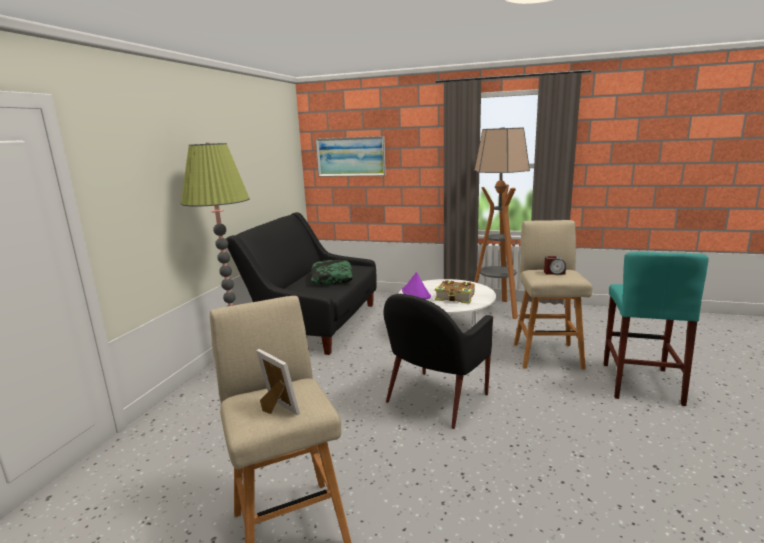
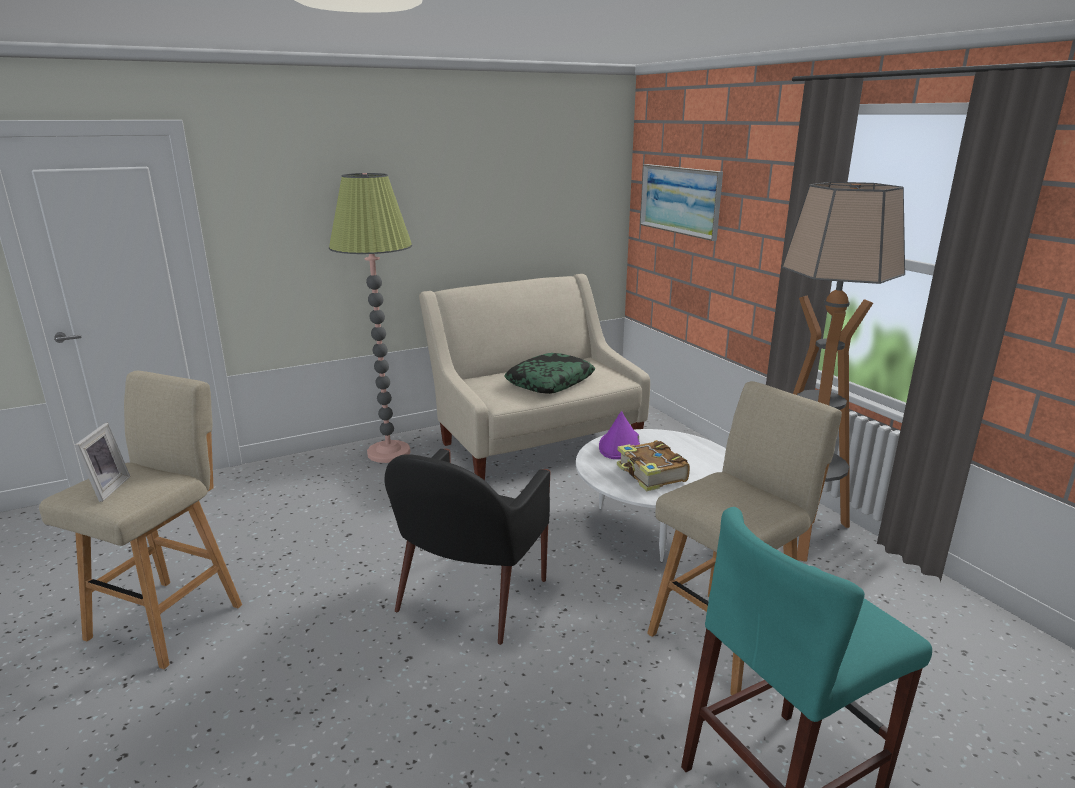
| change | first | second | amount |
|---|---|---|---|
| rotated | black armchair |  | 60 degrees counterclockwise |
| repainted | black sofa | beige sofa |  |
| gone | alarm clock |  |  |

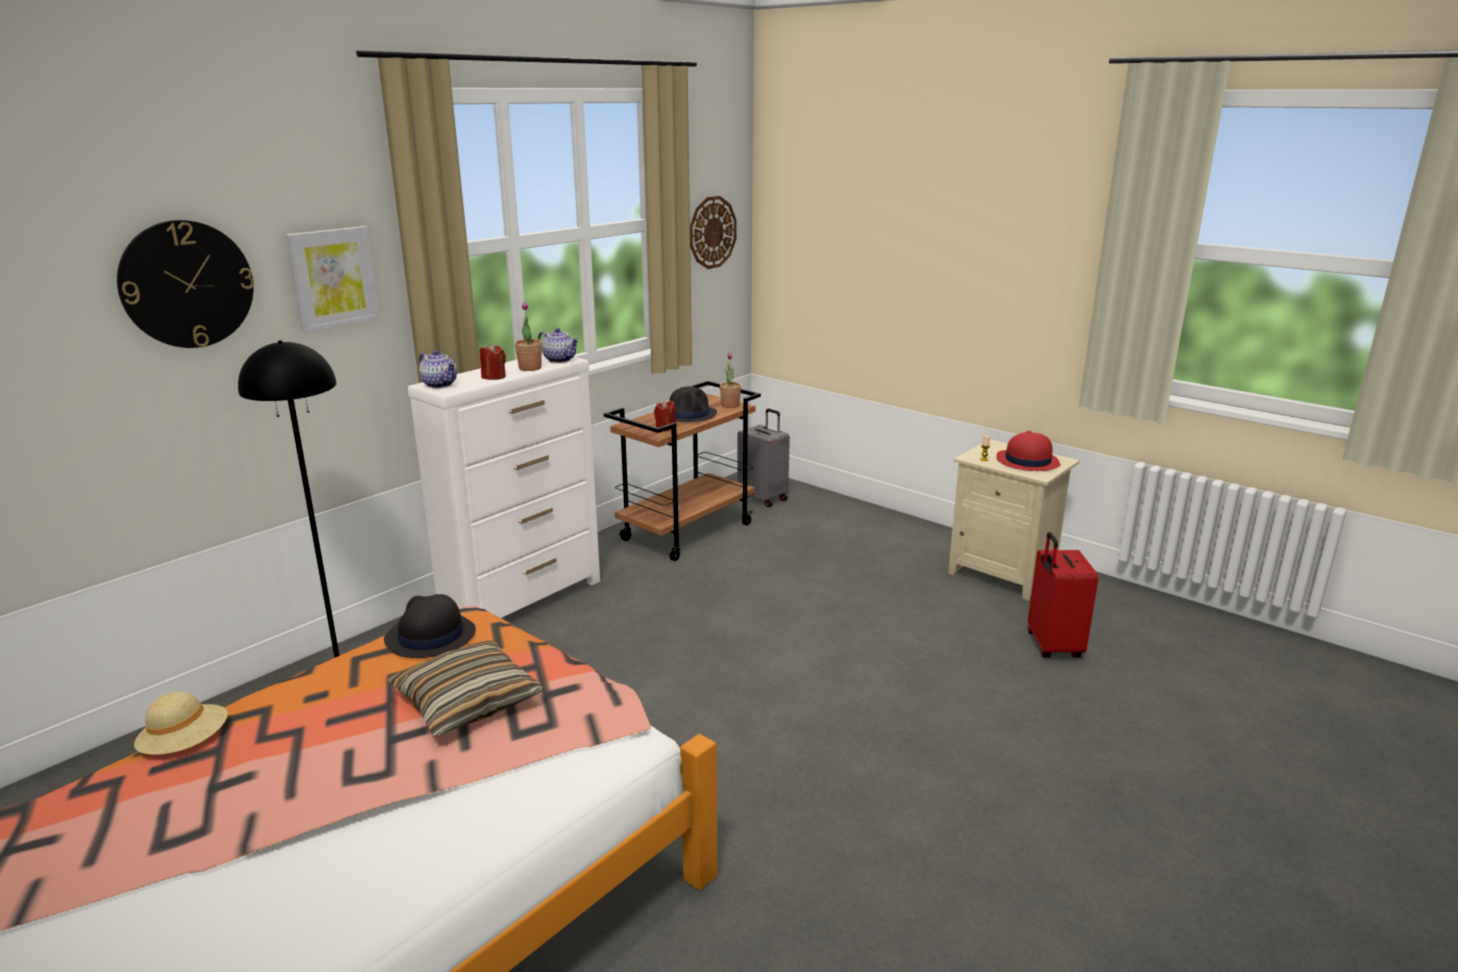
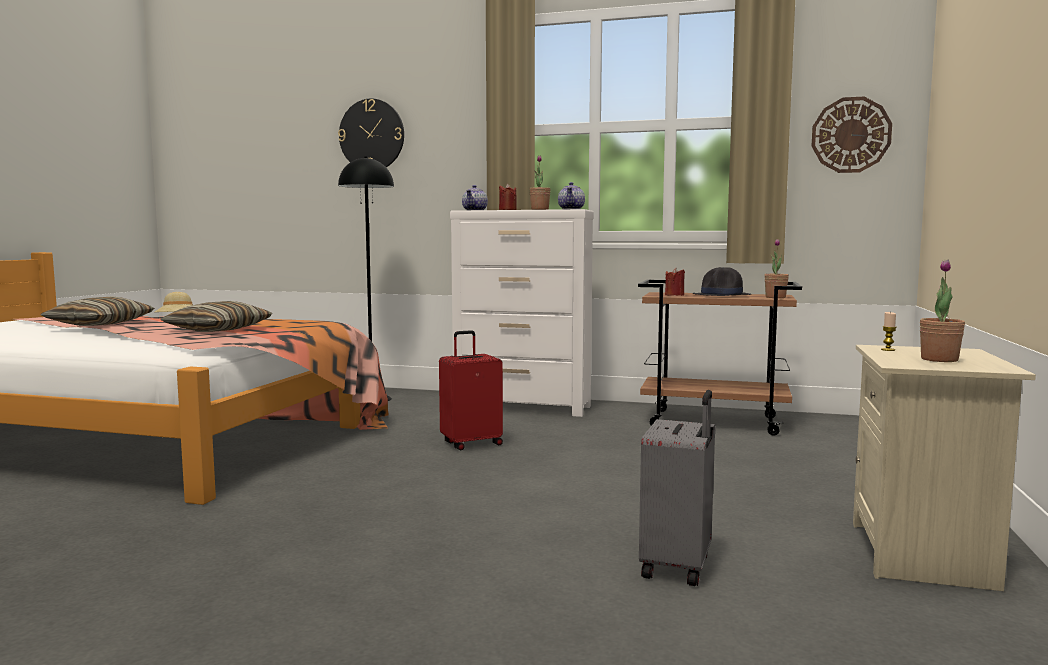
| change | first | second | amount |
|---|---|---|---|
| new |  | pillow (no. 1 from left) |  |
| shifted | red suitcase |  |  |
| shifted | grey suitcase |  |  |
| swapped | red hat | potted plant (no. 3 from left) |  |
| gone | picture |  |  |
| gone | black hat (no. 1 from left) |  |  |

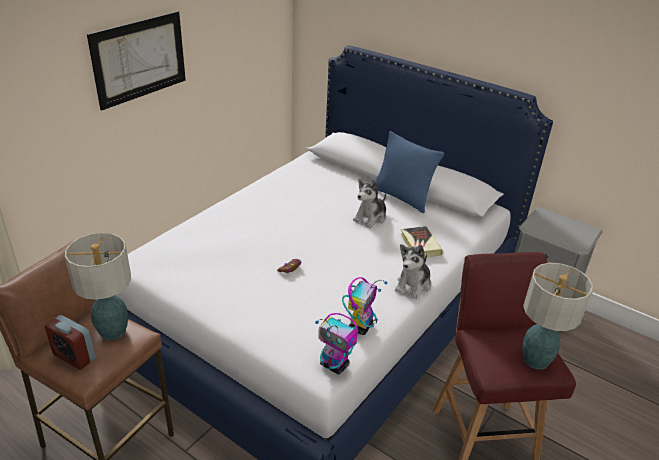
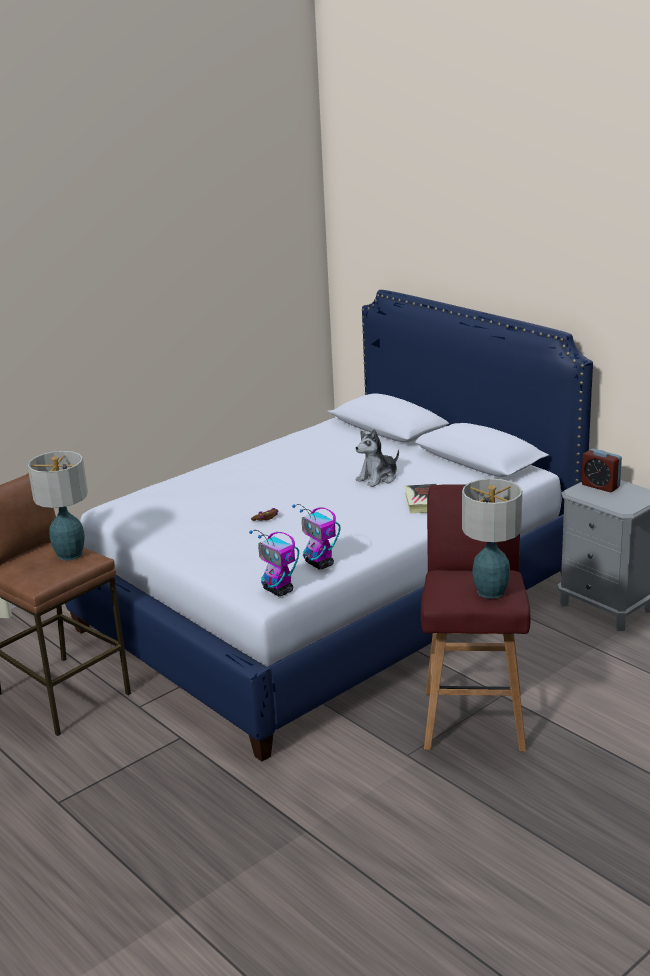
| change | first | second | amount |
|---|---|---|---|
| rotated | toy robot (no. 2 from left) |  | 105 degrees clockwise |
| shifted | alarm clock |  |  |
| gone | picture |  |  |
| gone | blue pillow |  |  |
| gone | plush toy (no. 2 from left) |  |  |

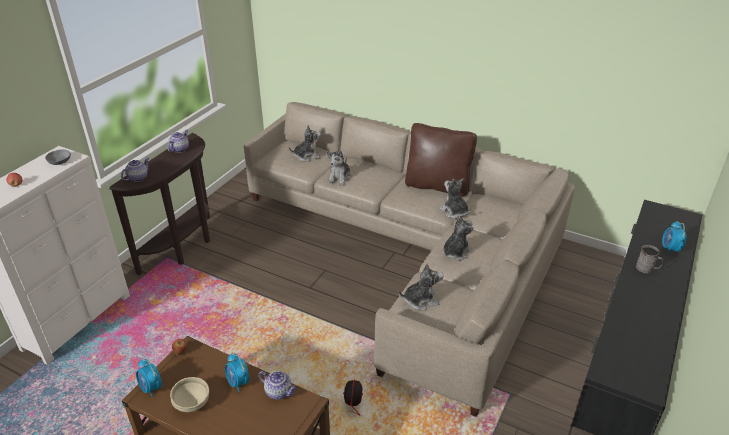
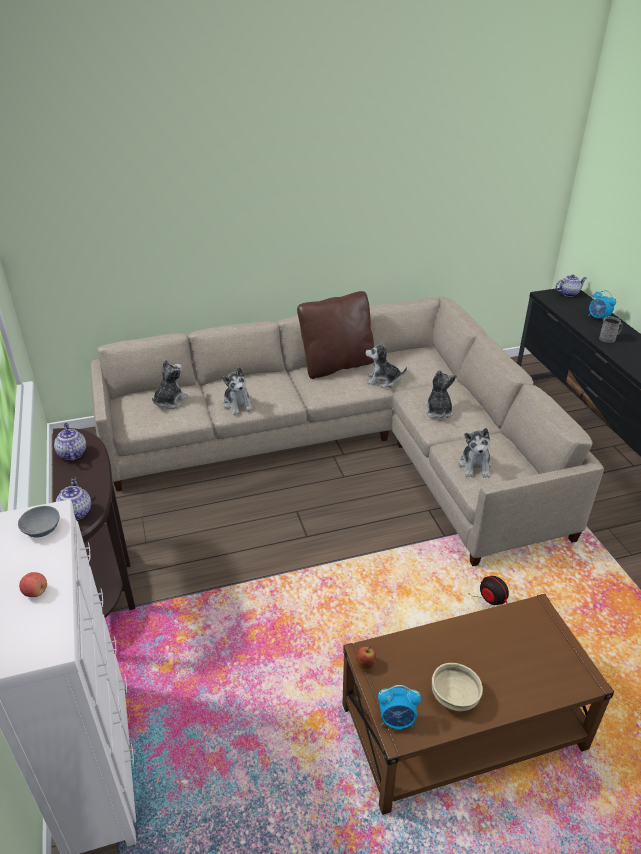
| change | first | second | amount |
|---|---|---|---|
| rotated | plush toy (no. 3 from left in the first image) | plush toy (no. 5 from left) | 150 degrees clockwise |
| shifted | teapot (no. 3 from left) |  |  |
| gone | alarm clock (no. 2 from left) |  |  |

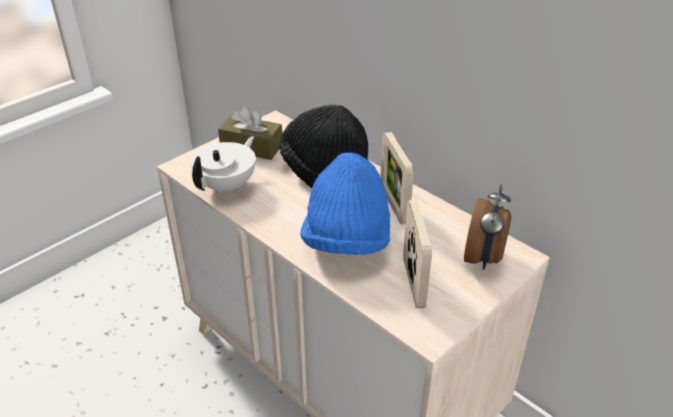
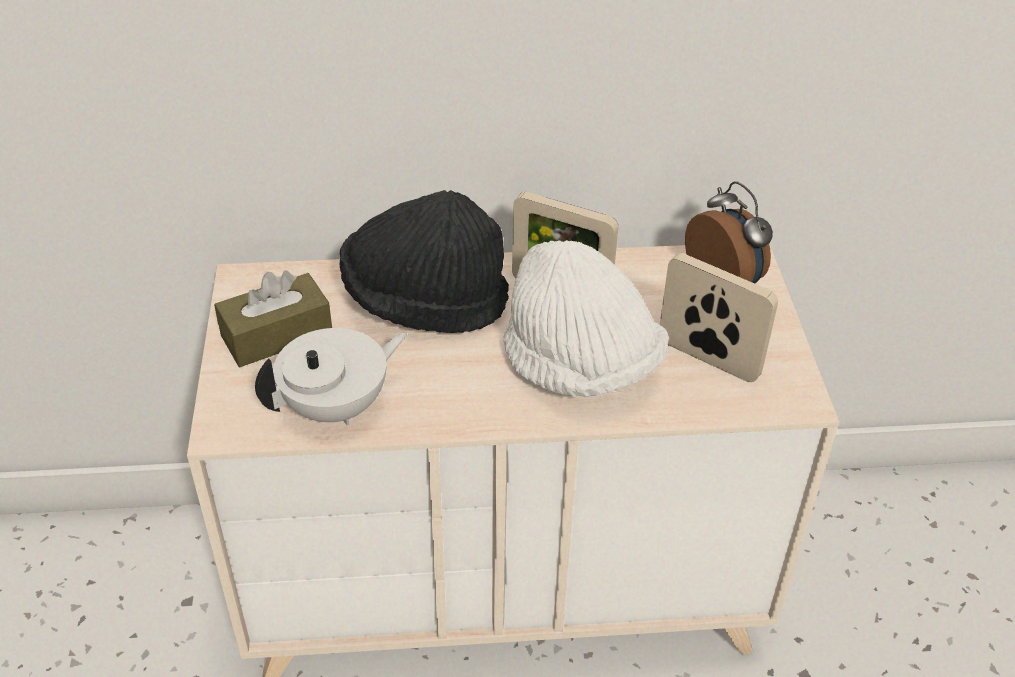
| change | first | second | amount |
|---|---|---|---|
| rotated | white teapot |  | 75 degrees clockwise |
| repainted | blue hat | white hat |  |

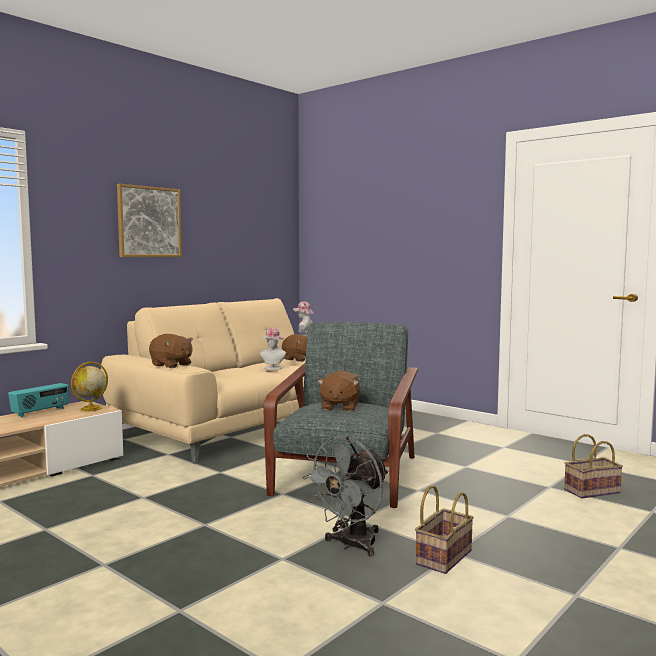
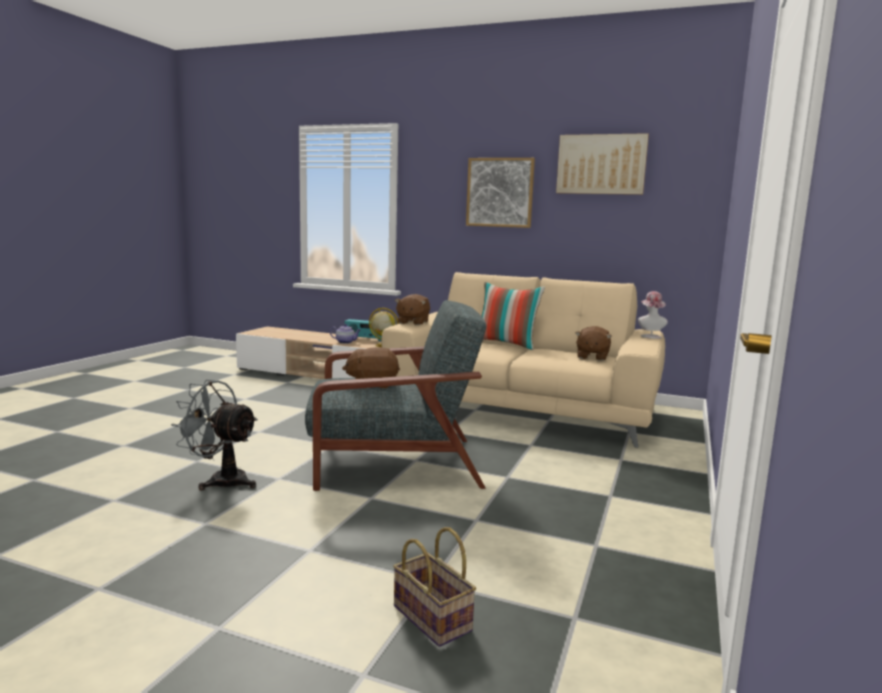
| change | first | second | amount |
|---|---|---|---|
| new |  | teapot |  |
| new |  | pillow |  |
| new |  | picture (no. 2 from left) |  |
| gone | hat (no. 1 from left) |  |  |
| gone | basket (no. 1 from left) |  |  |

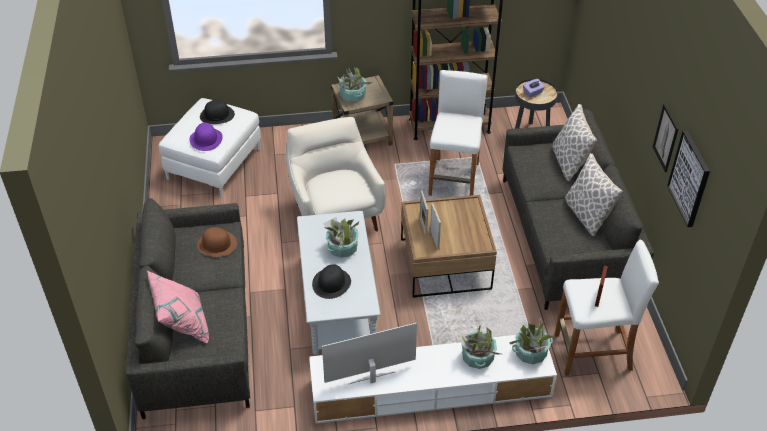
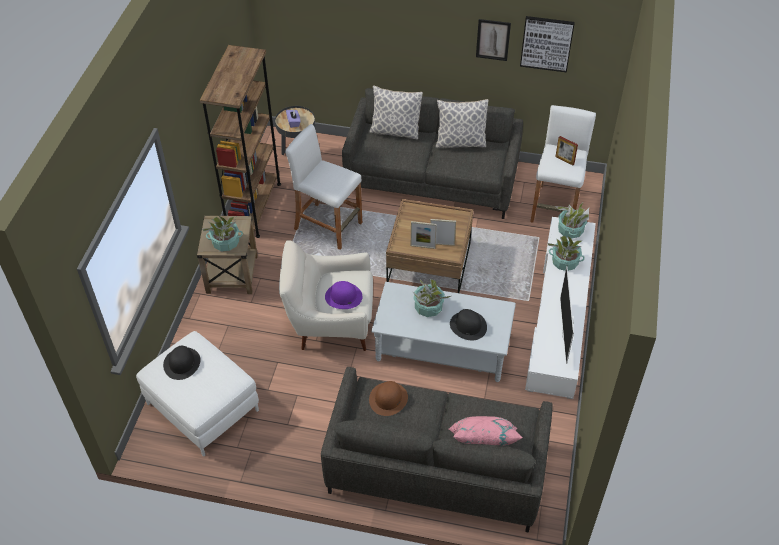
| change | first | second | amount |
|---|---|---|---|
| shifted | purple hat |  |  |

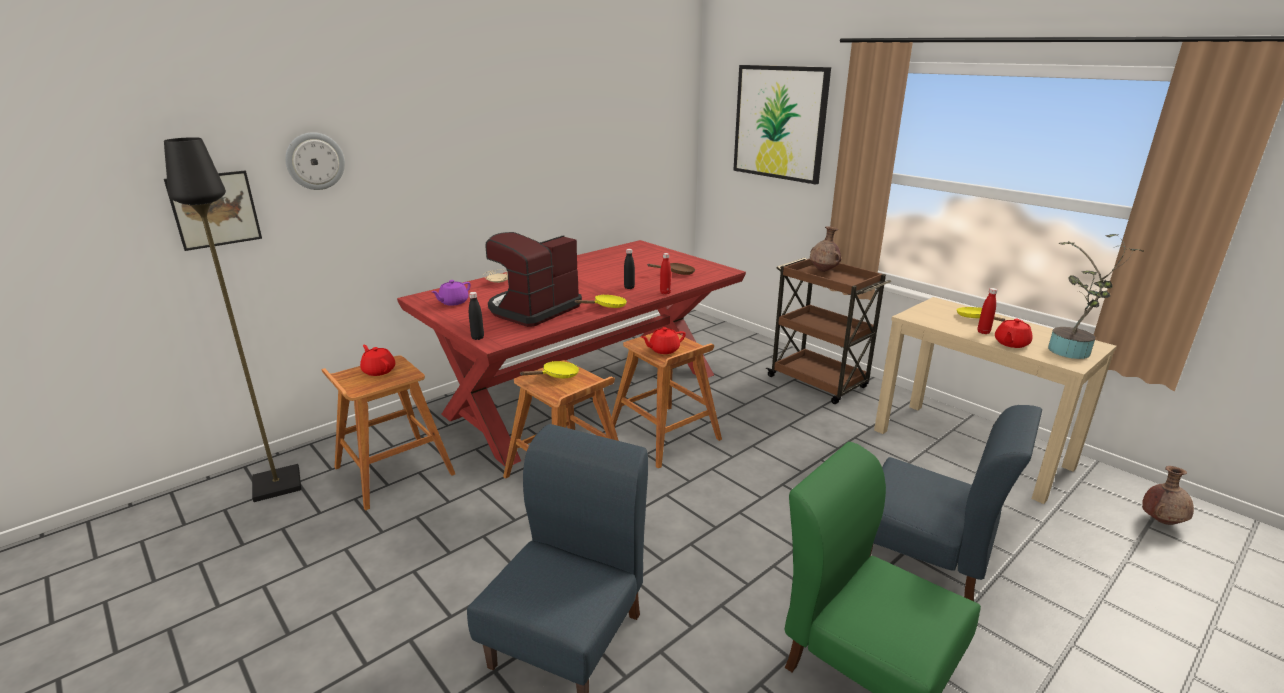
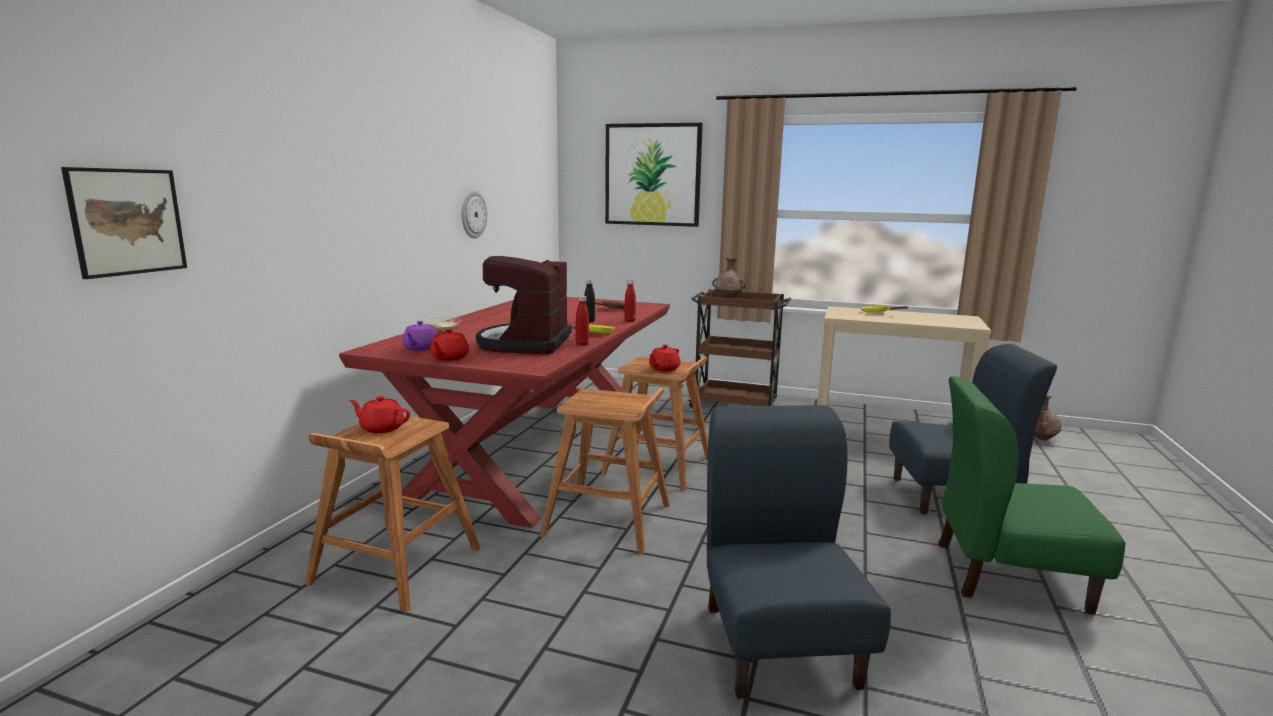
| change | first | second | amount |
|---|---|---|---|
| shifted | red teapot (no. 3 from left in the first image) | red teapot (no. 2 from left) |  |
| shifted | wall clock |  |  |
| shifted | red bottle (no. 2 from left in the first image) | red bottle (no. 1 from left) |  |
| gone | black floor lamp |  |  |
| gone | black bottle (no. 1 from left) |  |  |
| gone | yellow frying pan (no. 1 from left) |  |  |
| gone | potted plant |  |  |

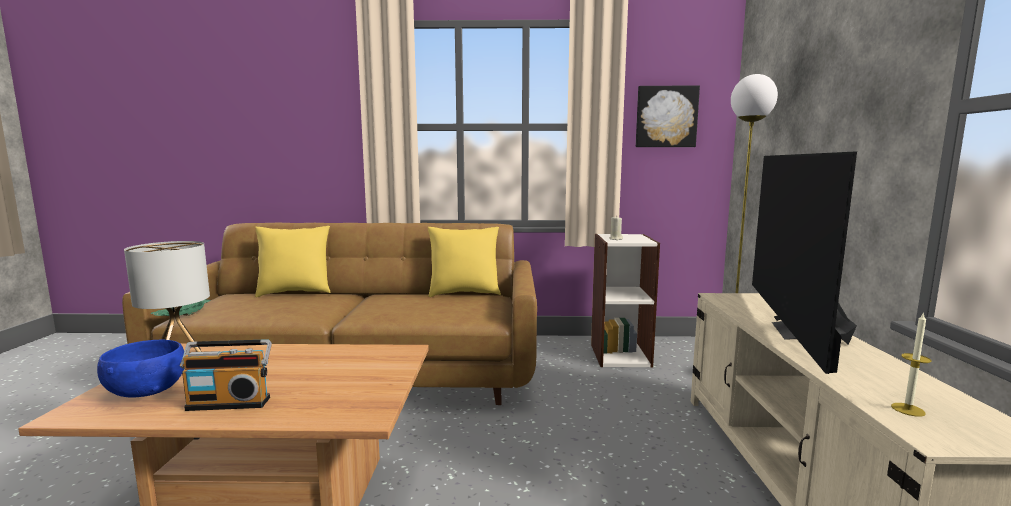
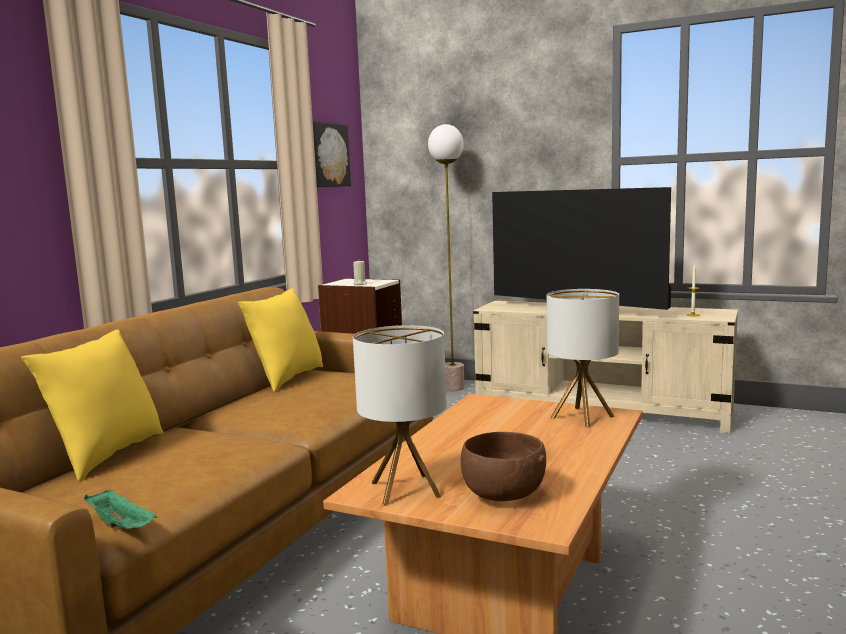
| change | first | second | amount |
|---|---|---|---|
| repainted | blue bowl | brown bowl |  |
| new |  | table lamp (no. 2 from left) |  |
| gone | radio |  |  |

